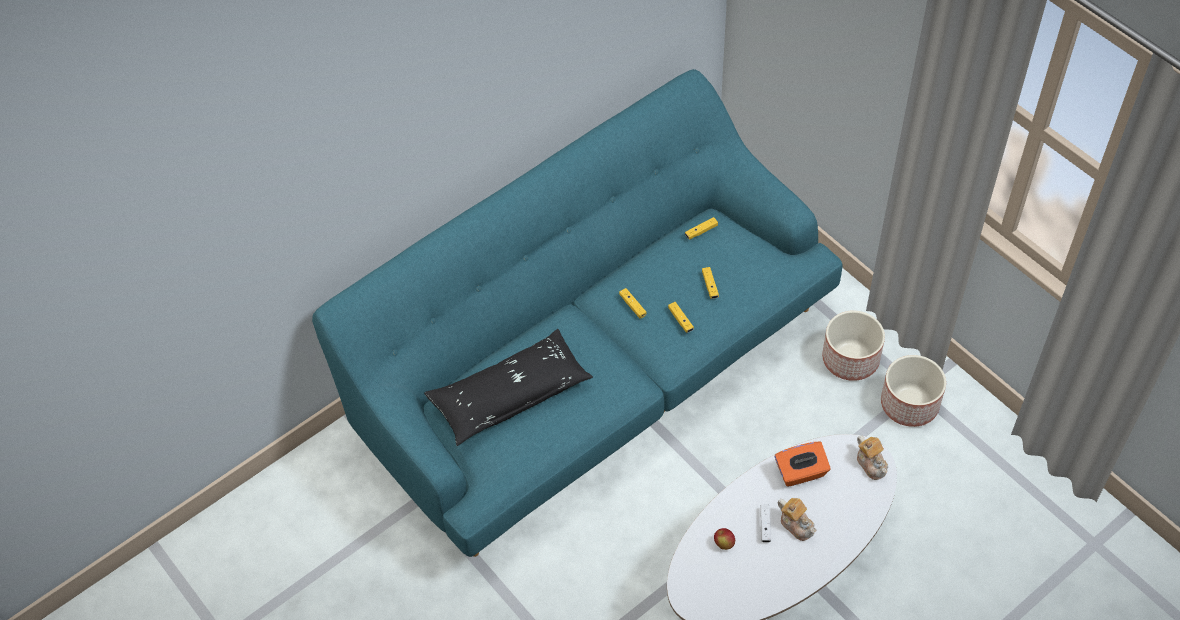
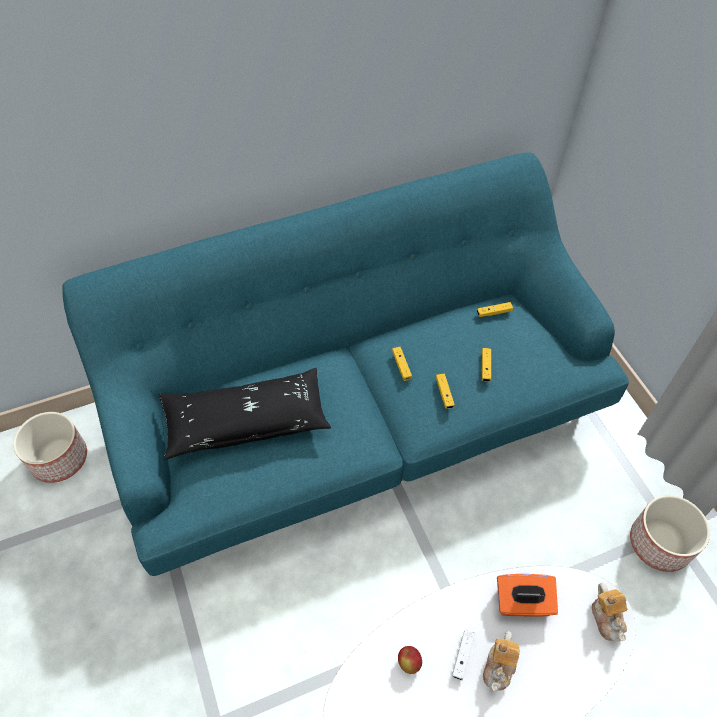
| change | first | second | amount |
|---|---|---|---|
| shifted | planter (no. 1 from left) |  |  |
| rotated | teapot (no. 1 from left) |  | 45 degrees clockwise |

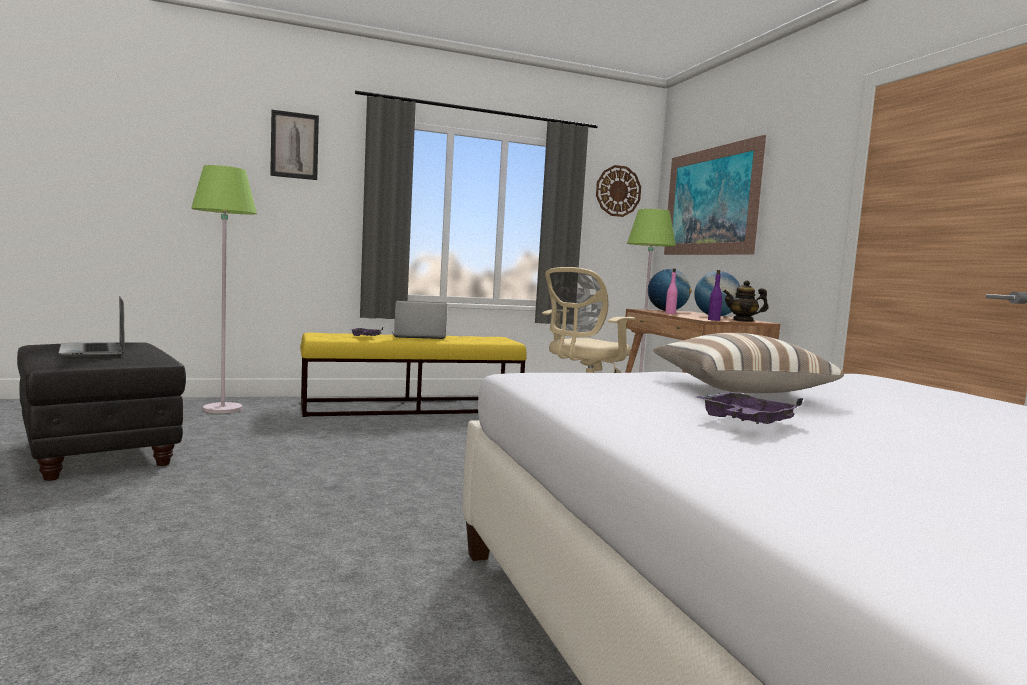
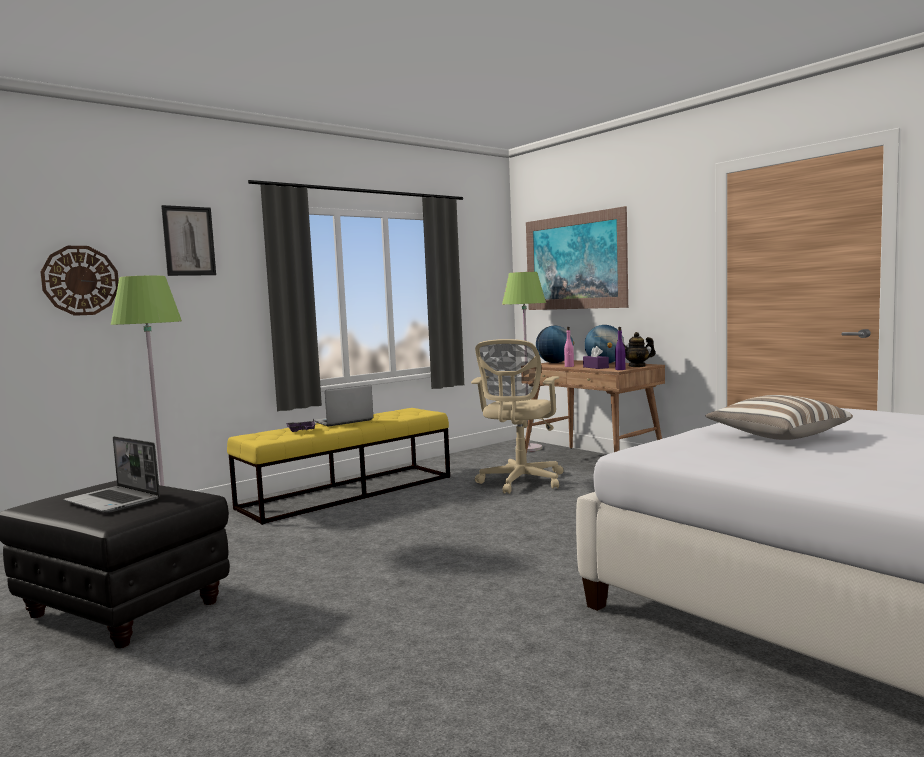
| change | first | second | amount |
|---|---|---|---|
| shifted | wall clock |  |  |
| new |  | purple tissue box |  |
| gone | purple tray (no. 2 from left) |  |  |

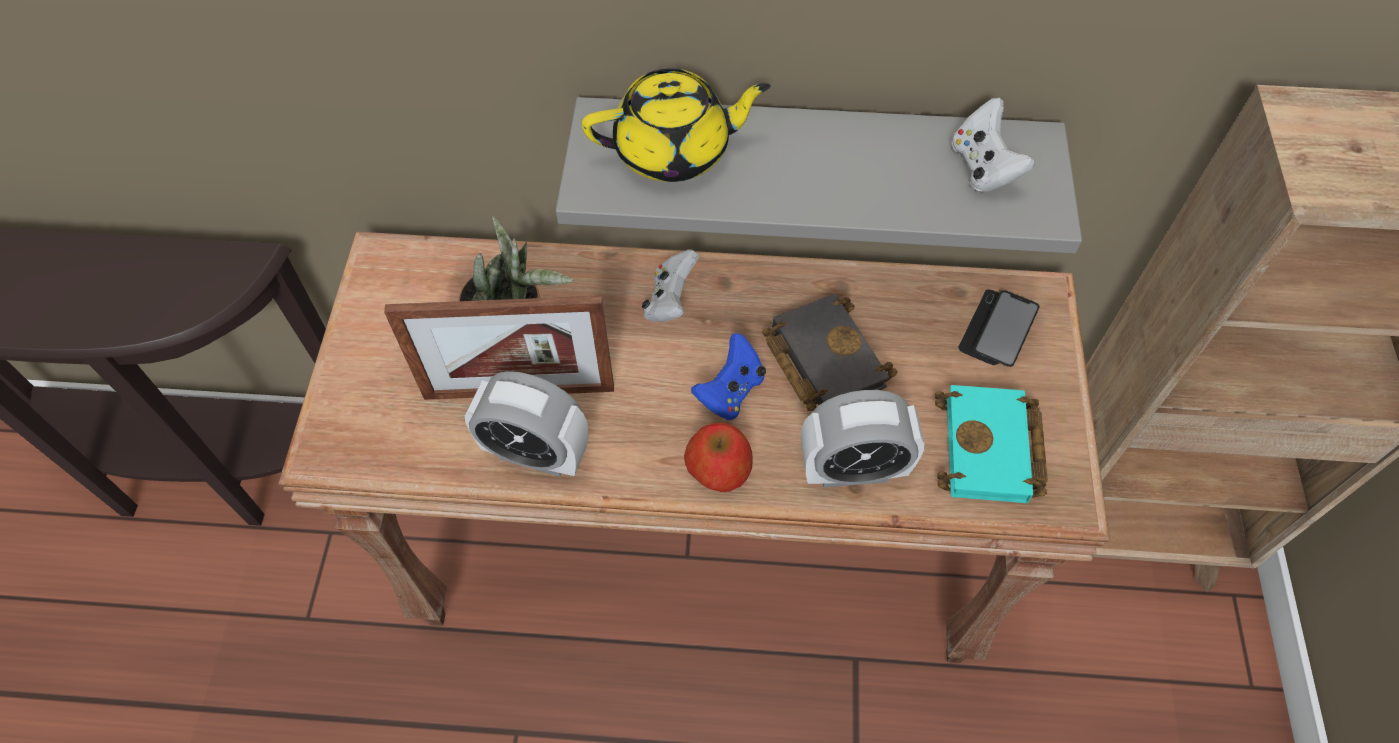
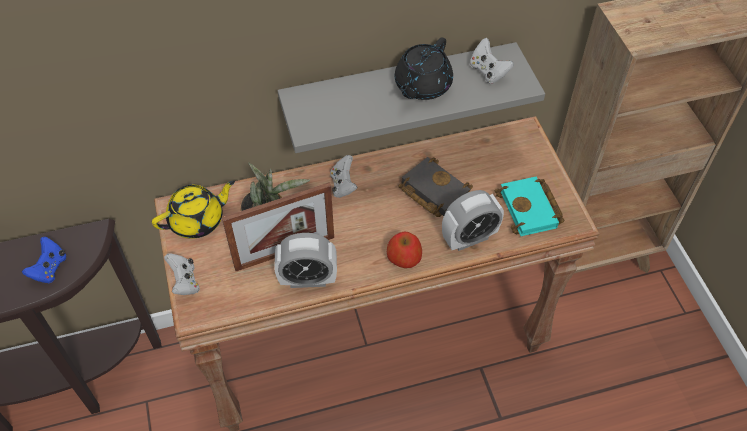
| change | first | second | amount |
|---|---|---|---|
| shifted | blue game controller |  |  |
| shifted | yellow teapot |  |  |
| new |  | white game controller (no. 1 from left) |  |
| new |  | black teapot |  |
| gone | phone |  |  |

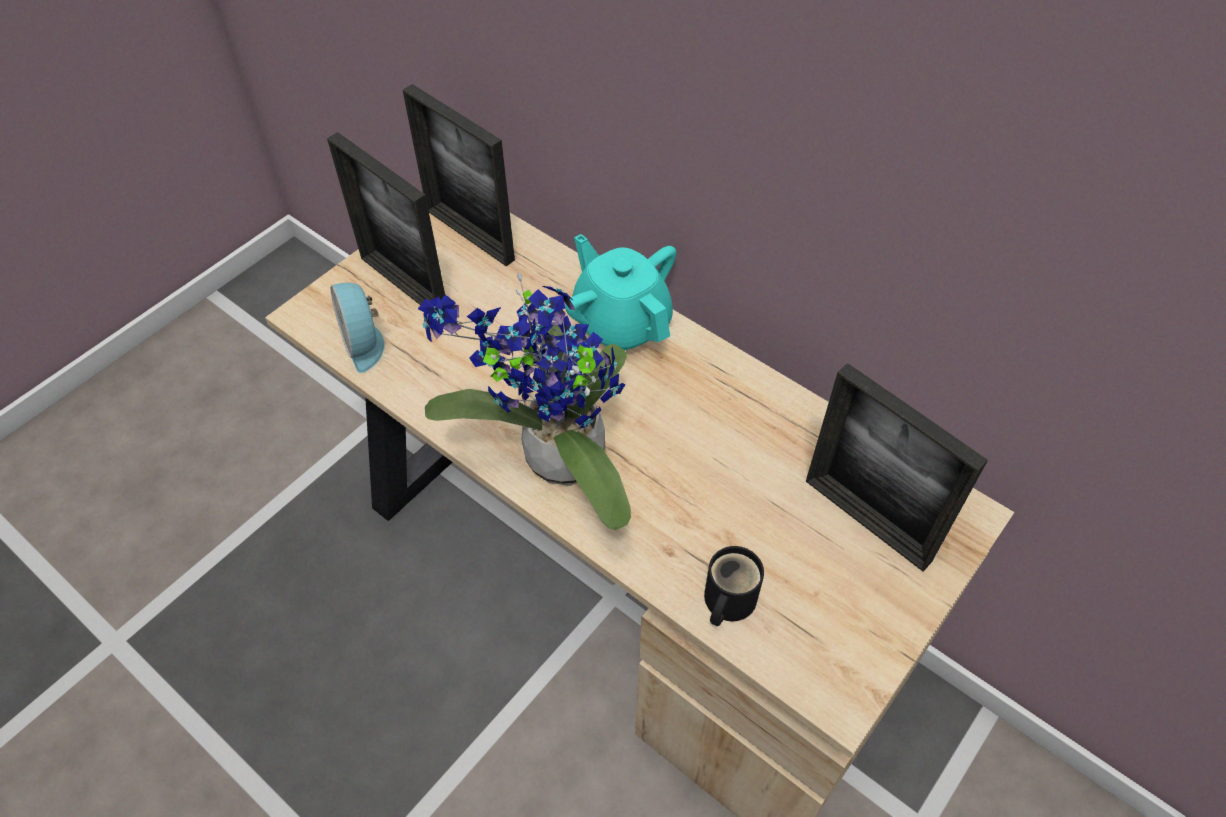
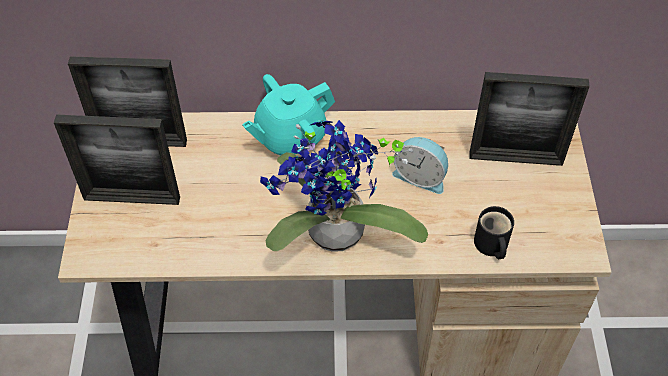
| change | first | second | amount |
|---|---|---|---|
| rotated | turquoise teapot |  | 45 degrees counterclockwise |
| shifted | alarm clock |  |  |

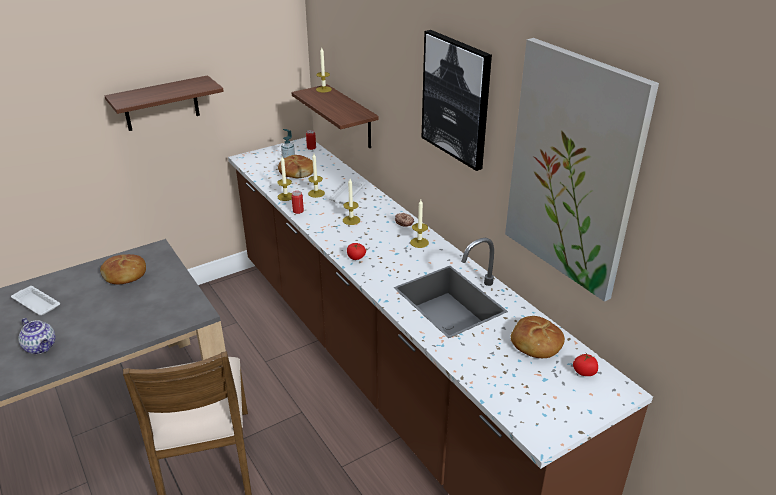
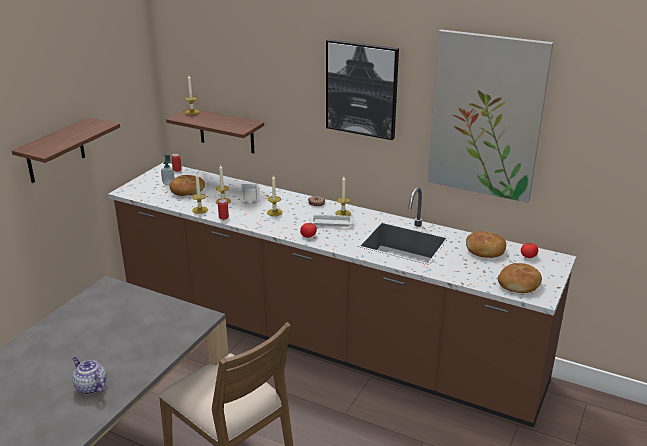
| change | first | second | amount |
|---|---|---|---|
| rotated | teapot |  | 150 degrees counterclockwise |
| shifted | white tray (no. 1 from left in the first image) | white tray (no. 2 from left) |  |
| shifted | bread (no. 1 from left in the first image) | bread (no. 3 from left) |  |

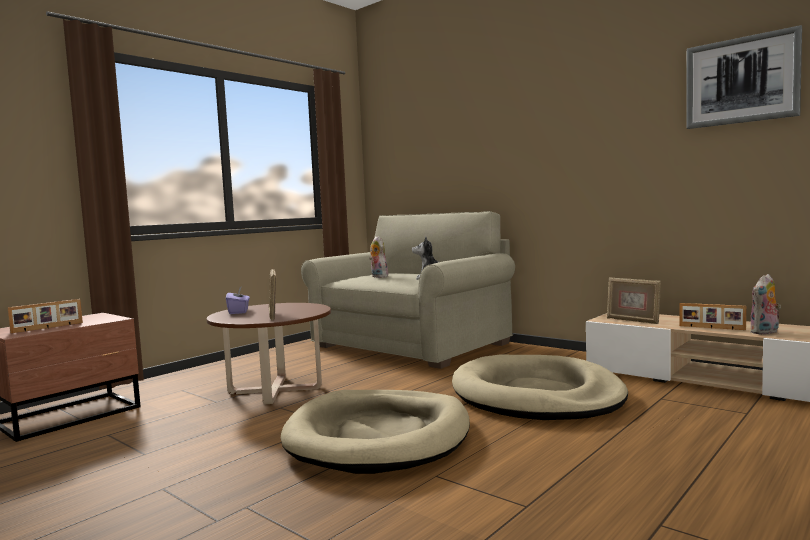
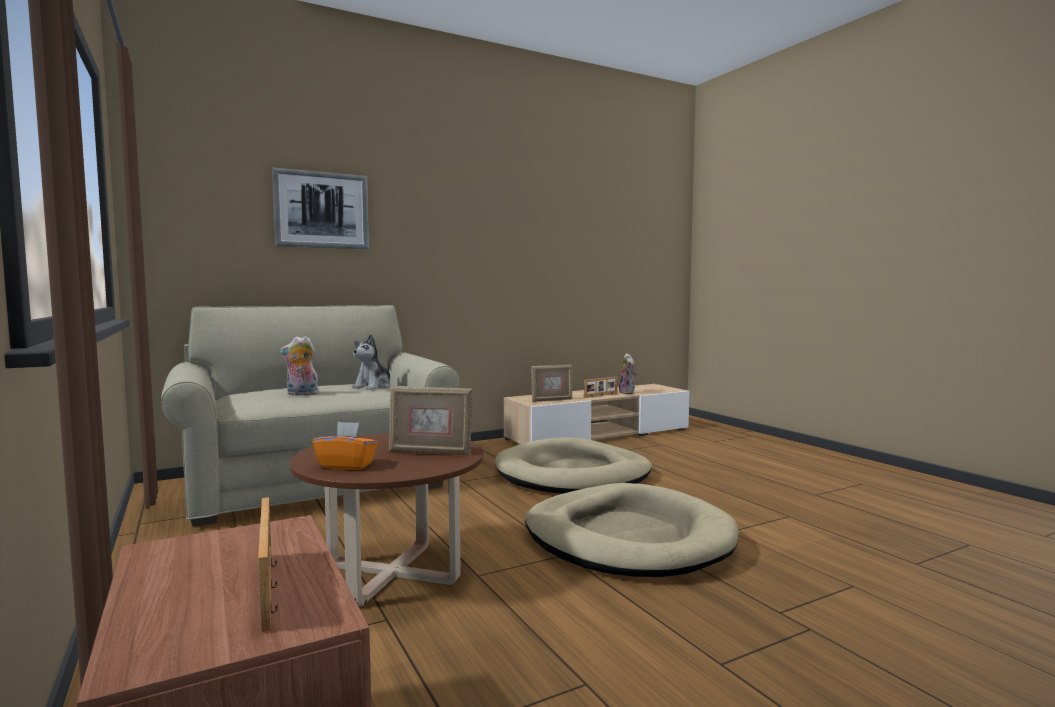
| change | first | second | amount |
|---|---|---|---|
| shifted | picture |  |  |
| repainted | purple tissue box | orange tissue box |  |

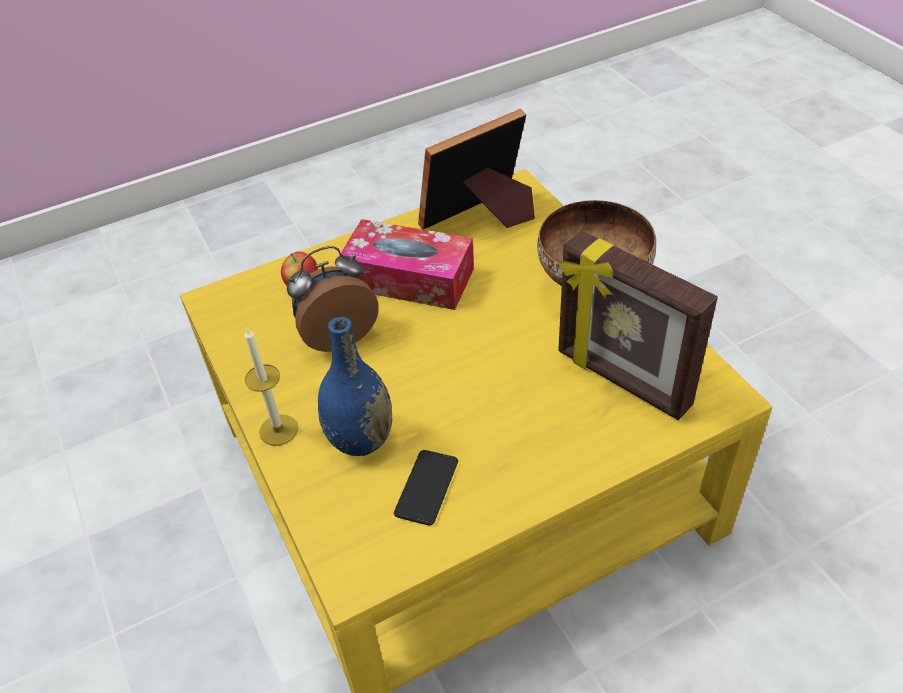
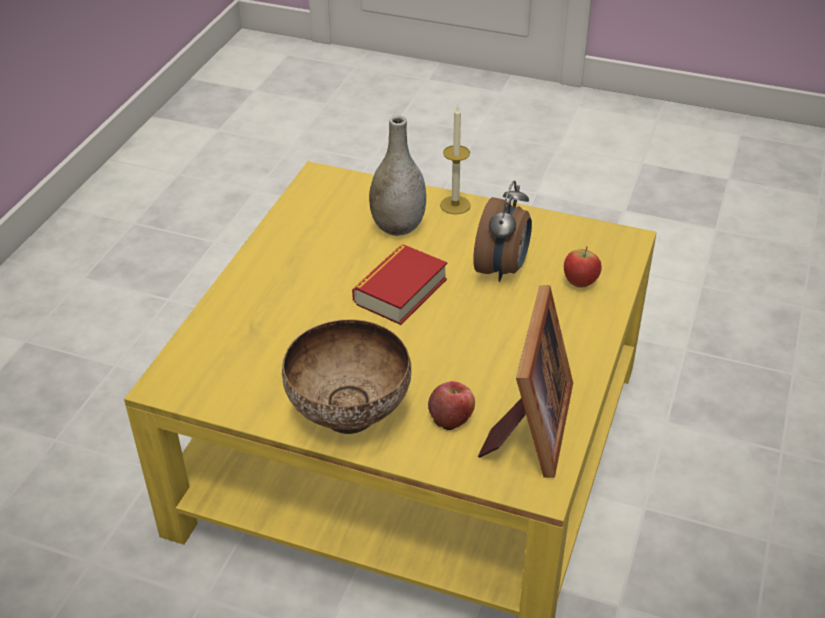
| change | first | second | amount |
|---|---|---|---|
| new |  | book |  |
| repainted | blue vase | grey vase |  |
| new |  | apple (no. 1 from left) |  |
| gone | tissue box |  |  |
| gone | phone |  |  |
| gone | picture frame (no. 2 from left) |  |  |

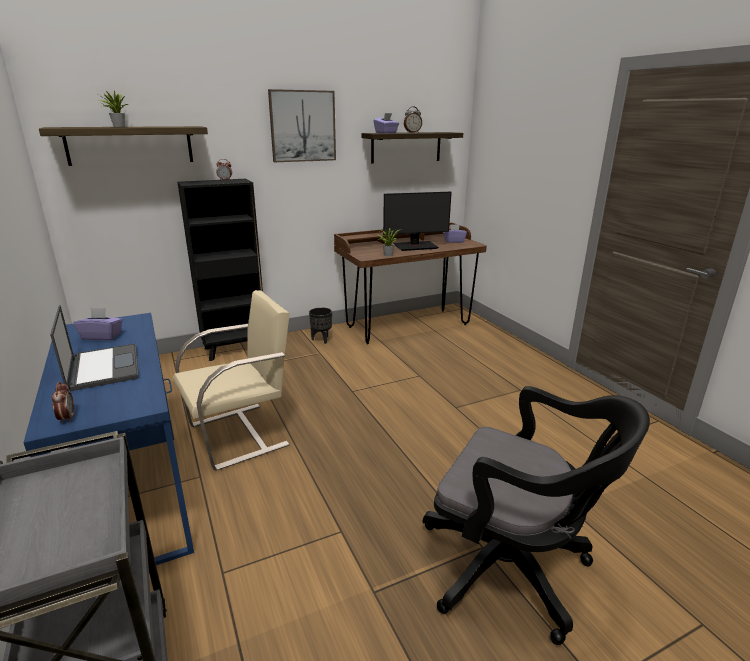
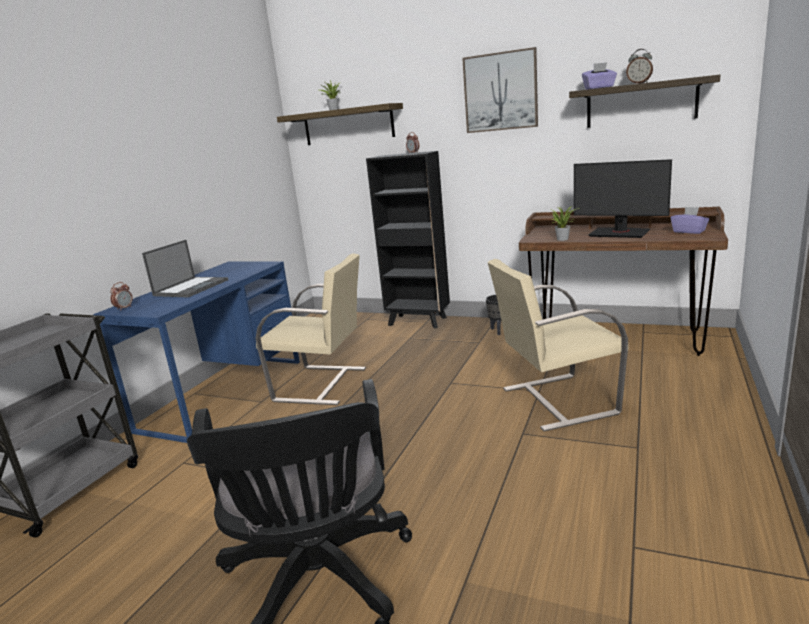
| change | first | second | amount |
|---|---|---|---|
| new |  | beige chair (no. 2 from left) |  |
| gone | purple tissue box (no. 1 from left) |  |  |

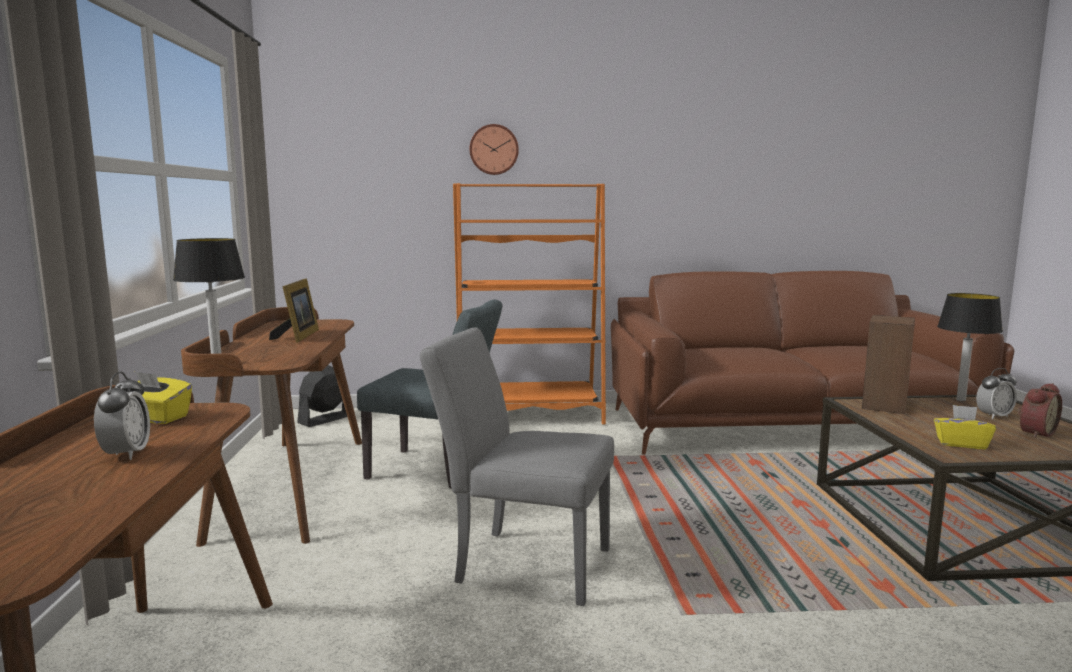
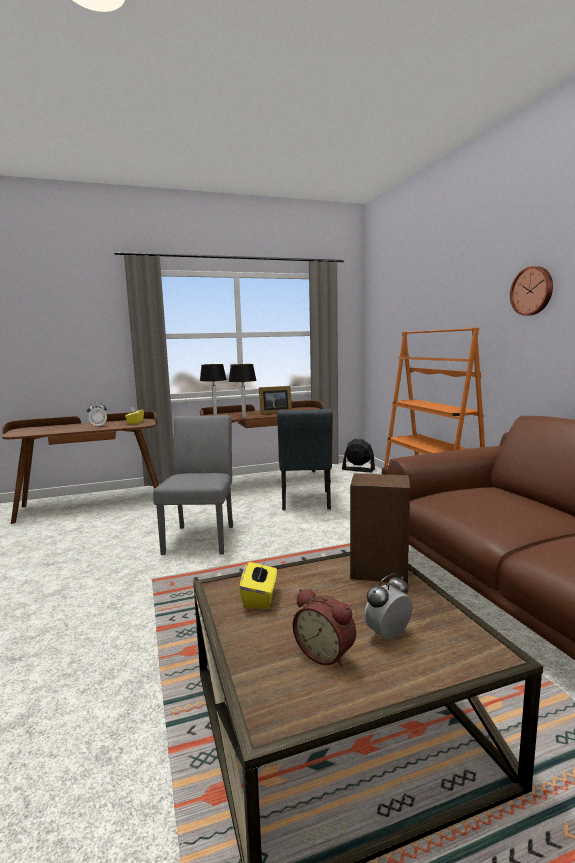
| change | first | second | amount |
|---|---|---|---|
| shifted | table lamp (no. 2 from left) |  |  |
| rotated | alarm clock (no. 2 from left in the first image) | alarm clock (no. 3 from left) | 90 degrees clockwise |
| shifted | wall clock |  |  |

